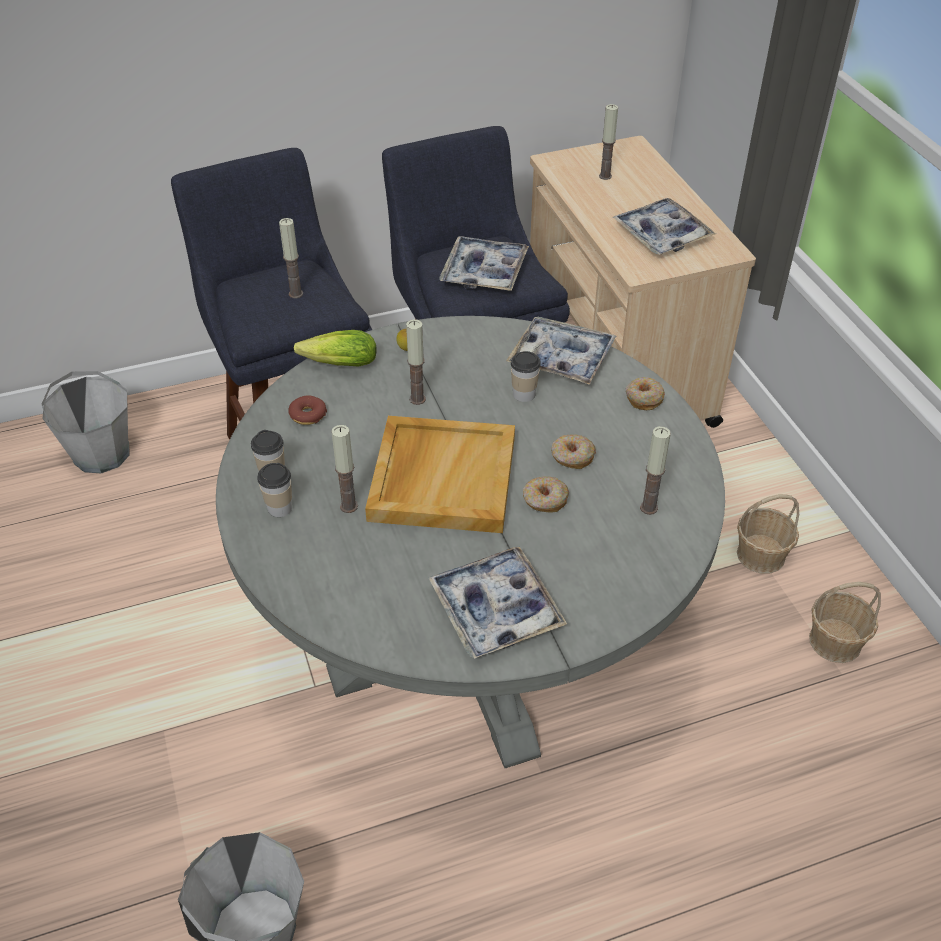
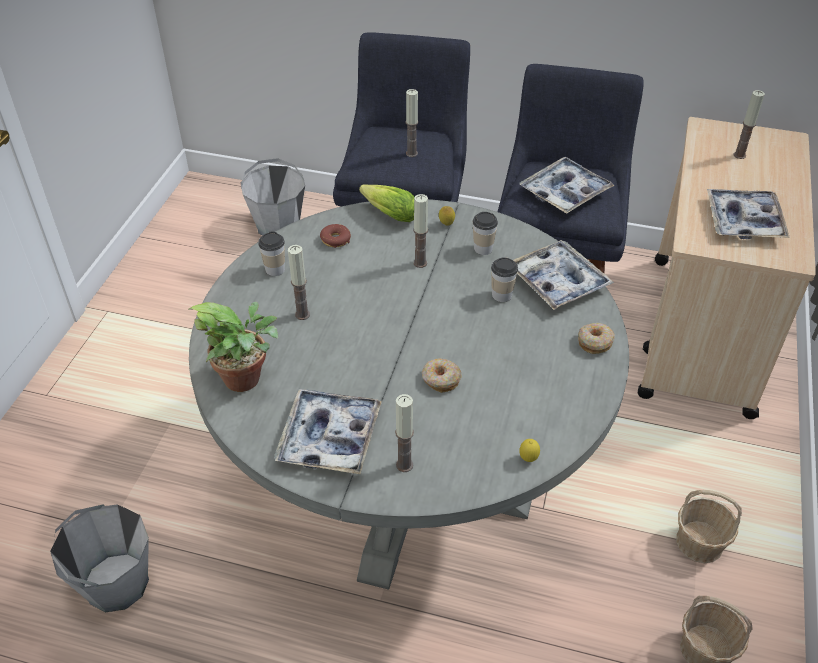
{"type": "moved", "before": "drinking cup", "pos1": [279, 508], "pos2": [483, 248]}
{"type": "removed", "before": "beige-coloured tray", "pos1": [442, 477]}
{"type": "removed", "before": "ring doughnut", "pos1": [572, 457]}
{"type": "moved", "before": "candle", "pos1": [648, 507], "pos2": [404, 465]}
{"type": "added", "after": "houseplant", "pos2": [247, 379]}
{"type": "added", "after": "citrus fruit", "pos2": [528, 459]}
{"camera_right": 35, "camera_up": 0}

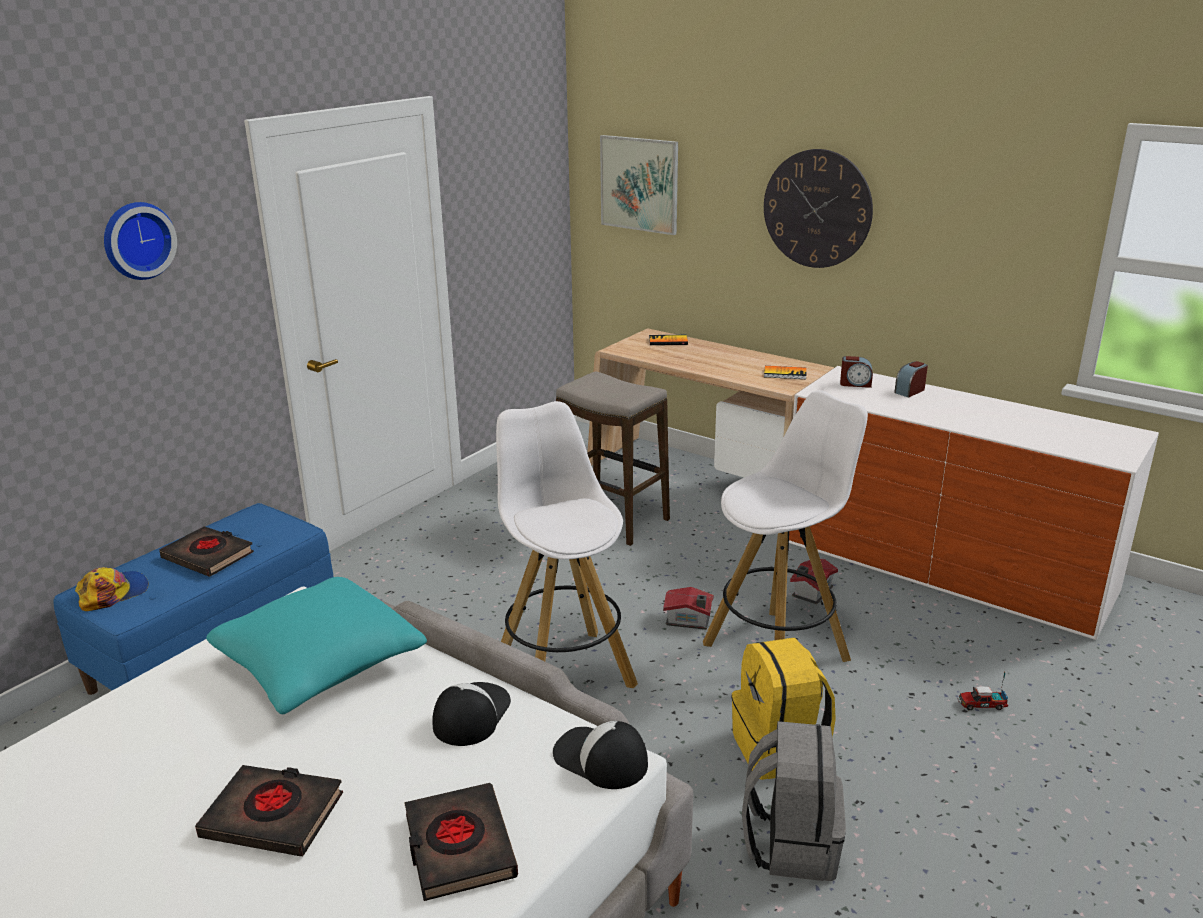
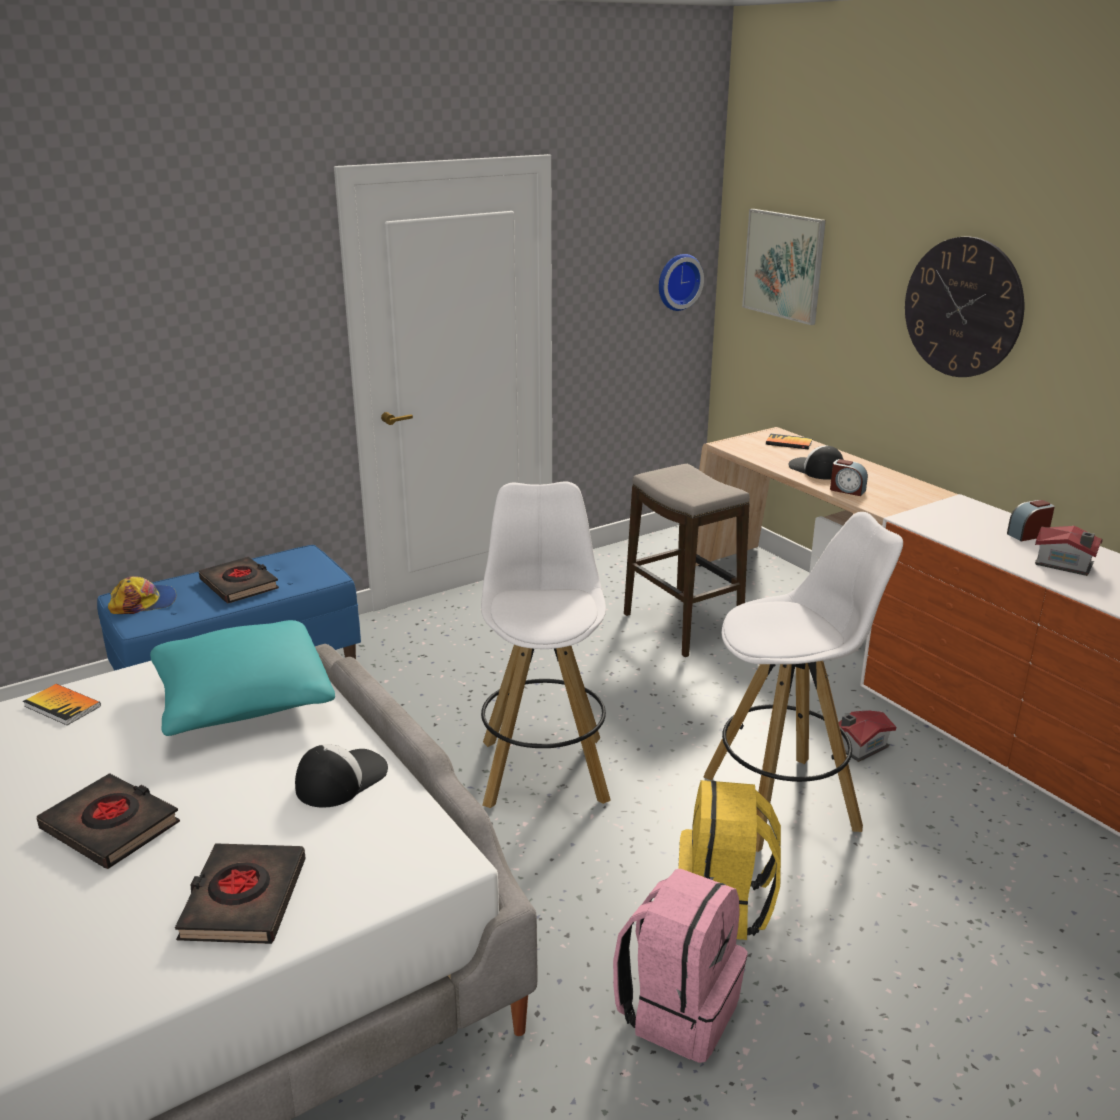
{"type": "moved", "before": "clock on the wall", "pos1": [137, 240], "pos2": [677, 281]}
{"type": "moved", "before": "peaked cap", "pos1": [600, 759], "pos2": [816, 470]}
{"type": "moved", "before": "miniature house", "pos1": [689, 620], "pos2": [1065, 565]}
{"type": "recoloured", "before": "greyish rucksack", "after": "pinkish rucksack", "pos1": [791, 844], "pos2": [678, 1010]}
{"type": "moved", "before": "book", "pos1": [785, 374], "pos2": [62, 706]}
{"type": "moved", "before": "table clock", "pos1": [855, 384], "pos2": [847, 490]}
{"type": "removed", "before": "toy lorry", "pos1": [981, 705]}
{"camera_right": 20, "camera_up": 0}

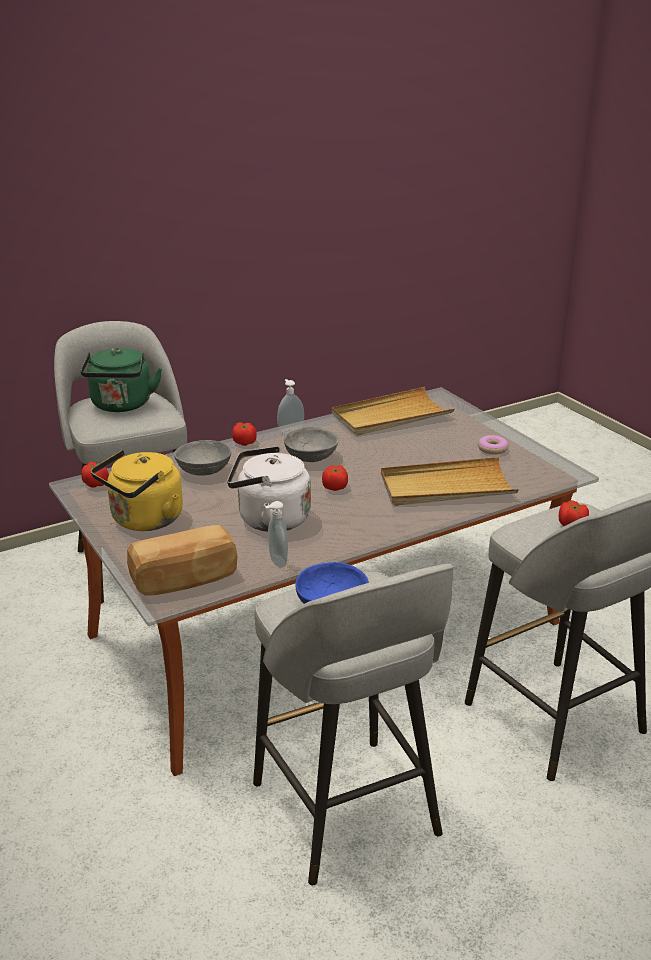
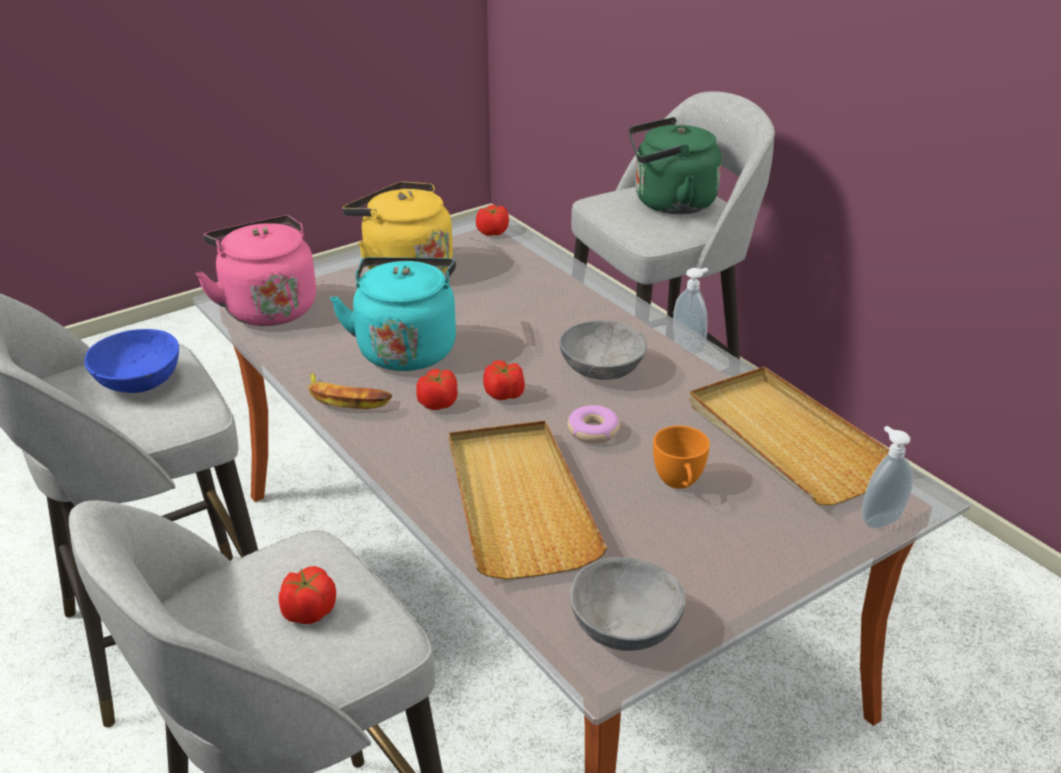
{"type": "replaced", "before": "bread", "after": "pinkish kettle", "pos1": [185, 580], "pos2": [267, 307]}
{"type": "moved", "before": "greyish bowl", "pos1": [204, 470], "pos2": [624, 627]}
{"type": "recoloured", "before": "white-coloured kettle", "after": "blue-green kettle", "pos1": [269, 519], "pos2": [406, 348]}
{"type": "moved", "before": "fresh tomato", "pos1": [244, 442], "pos2": [438, 403]}
{"type": "moved", "before": "liquid soap bottle", "pos1": [276, 562], "pos2": [879, 519]}
{"type": "moved", "before": "ring doughnut", "pos1": [492, 449], "pos2": [593, 431]}
{"type": "added", "after": "banana fruit", "pos2": [347, 398]}
{"type": "added", "after": "orange drinking cup", "pos2": [679, 483]}
{"camera_right": 85, "camera_up": 5}

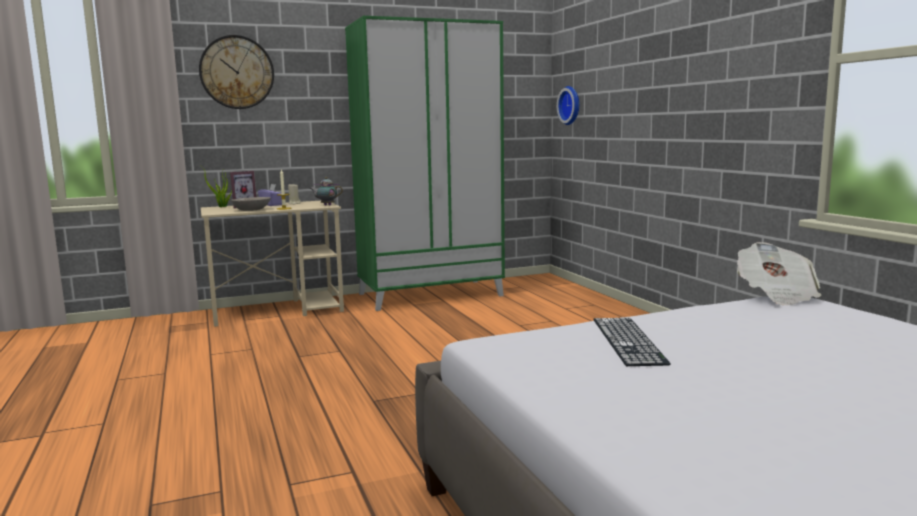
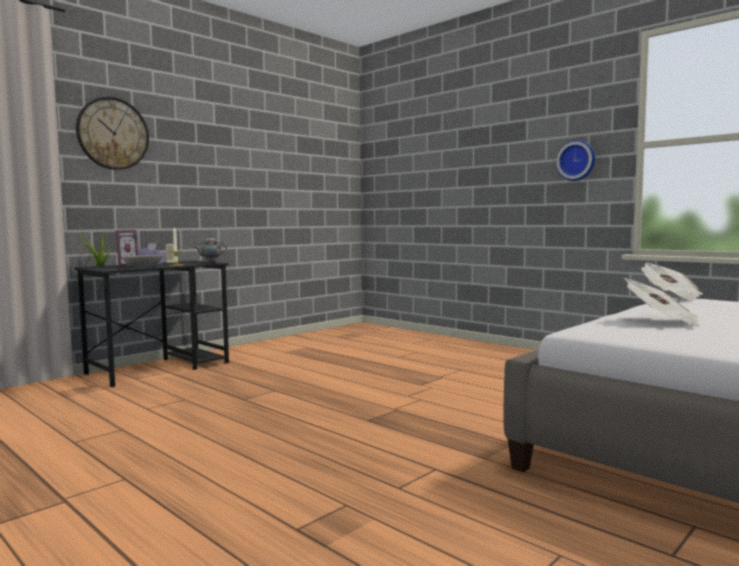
{"type": "recoloured", "before": "beige-coloured desk unit", "after": "black desk unit", "pos1": [278, 310], "pos2": [160, 368]}
{"type": "removed", "before": "green wardrobe", "pos1": [431, 294]}
{"type": "moved", "before": "clock on the wall", "pos1": [571, 105], "pos2": [577, 160]}
{"type": "replaced", "before": "keyboard", "after": "daily paper", "pos1": [628, 340], "pos2": [662, 322]}
{"camera_right": -25, "camera_up": -5}

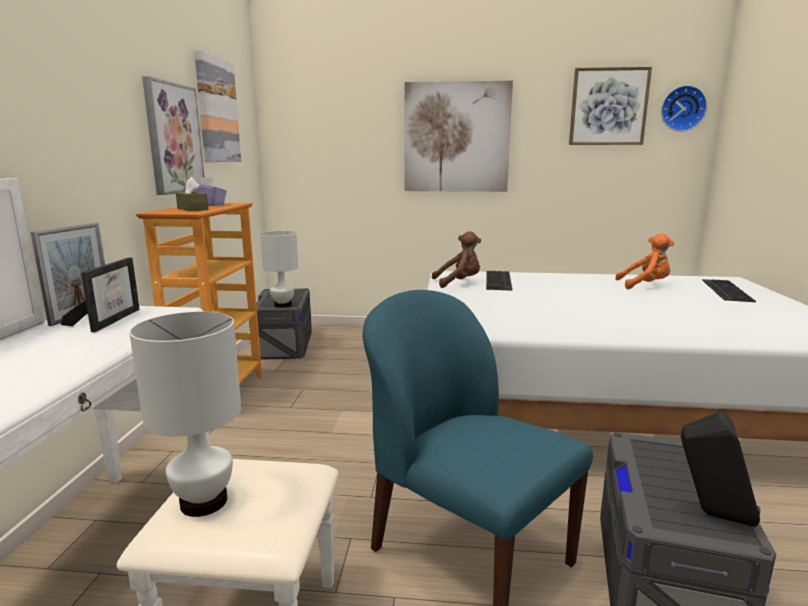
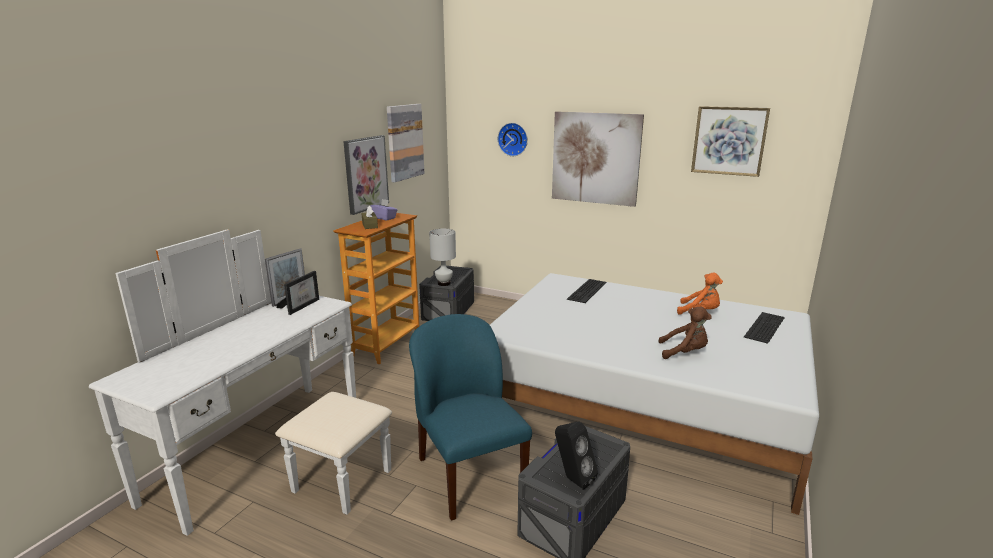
{"type": "removed", "before": "white-coloured table lamp", "pos1": [205, 502]}
{"type": "moved", "before": "brown soft toy", "pos1": [459, 283], "pos2": [684, 352]}
{"type": "moved", "before": "clock on the wall", "pos1": [682, 109], "pos2": [513, 139]}
{"camera_right": 20, "camera_up": 5}

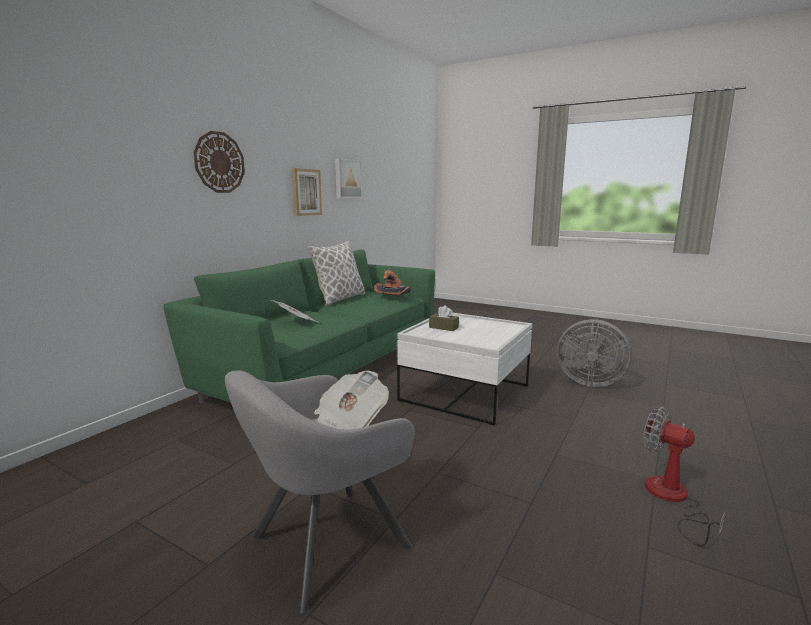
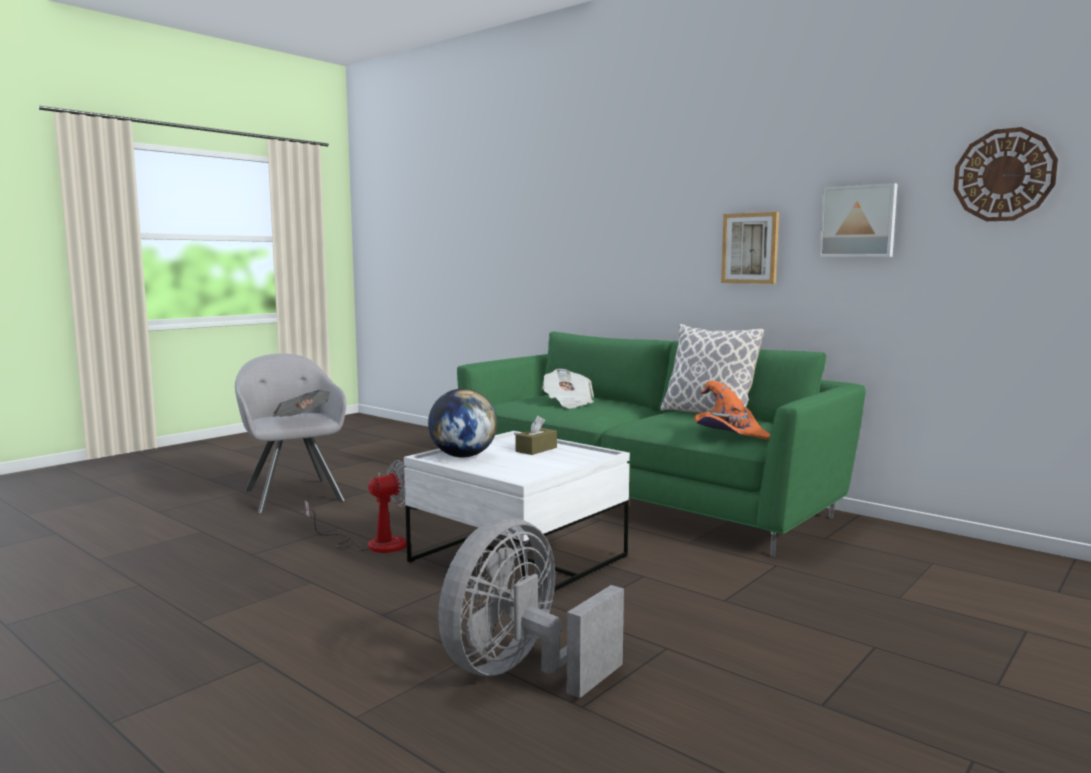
{"type": "moved", "before": "clock on the wall", "pos1": [219, 162], "pos2": [1004, 175]}
{"type": "moved", "before": "cooling fan", "pos1": [672, 499], "pos2": [374, 544]}
{"type": "added", "after": "globe", "pos2": [463, 456]}
{"camera_right": 100, "camera_up": -5}

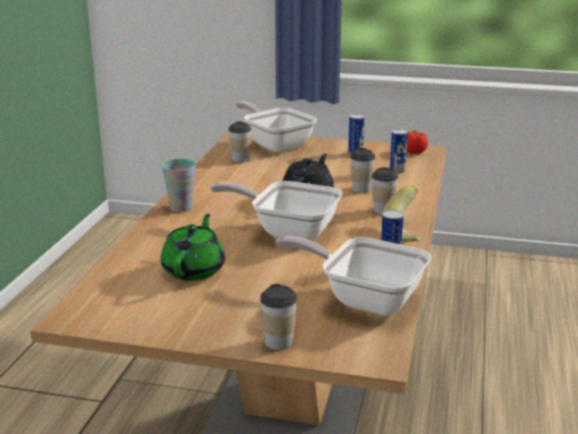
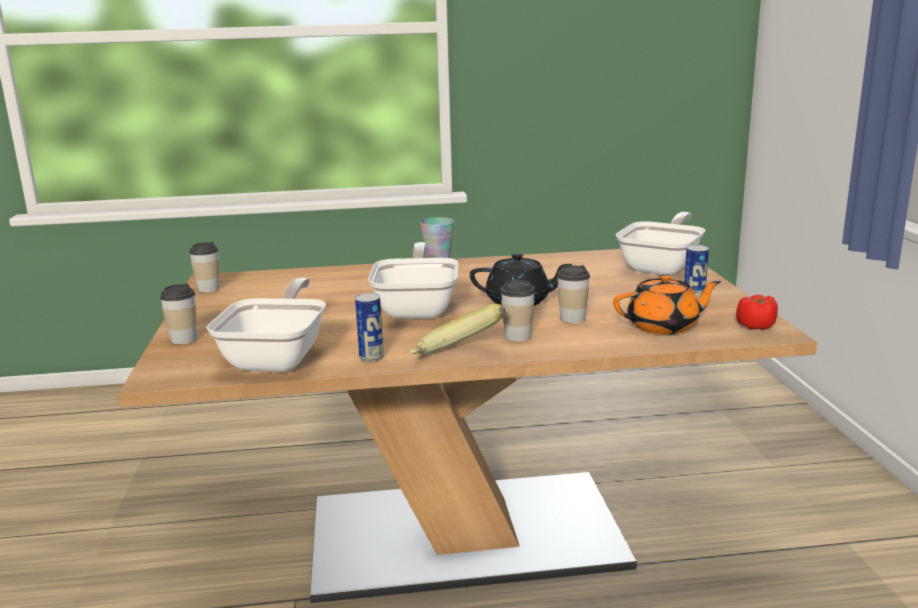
{"type": "removed", "before": "green pot for tea", "pos1": [194, 270]}
{"type": "moved", "before": "drinking cup", "pos1": [240, 159], "pos2": [208, 289]}
{"type": "replaced", "before": "sealed can", "after": "orange pot for tea", "pos1": [397, 170], "pos2": [664, 327]}
{"camera_right": 70, "camera_up": -5}

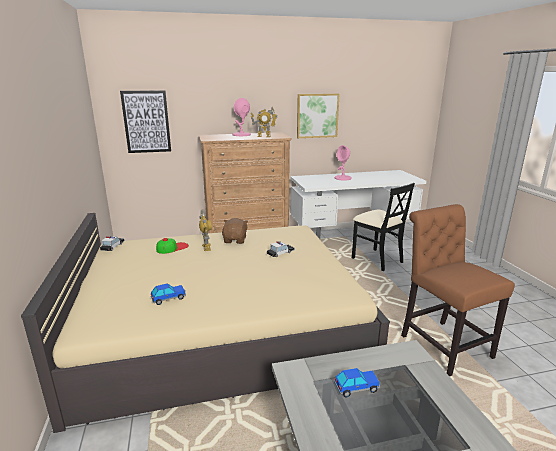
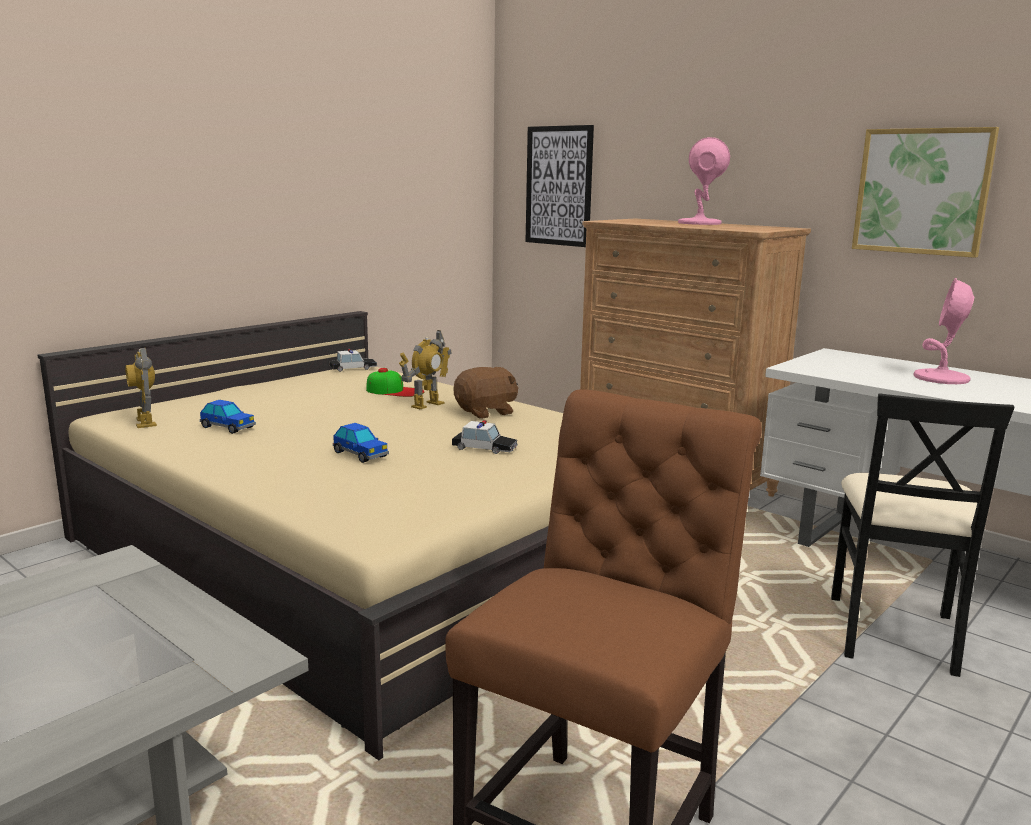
{"type": "moved", "before": "toy robot", "pos1": [264, 136], "pos2": [145, 422]}
{"type": "moved", "before": "toy car", "pos1": [356, 388], "pos2": [360, 455]}
{"camera_right": 55, "camera_up": -5}

